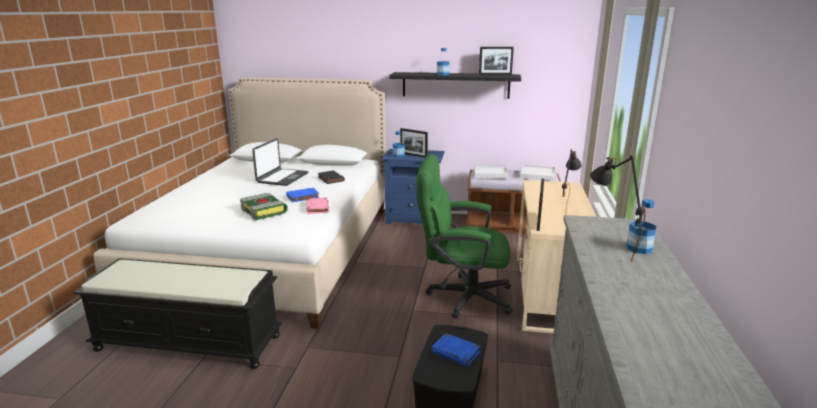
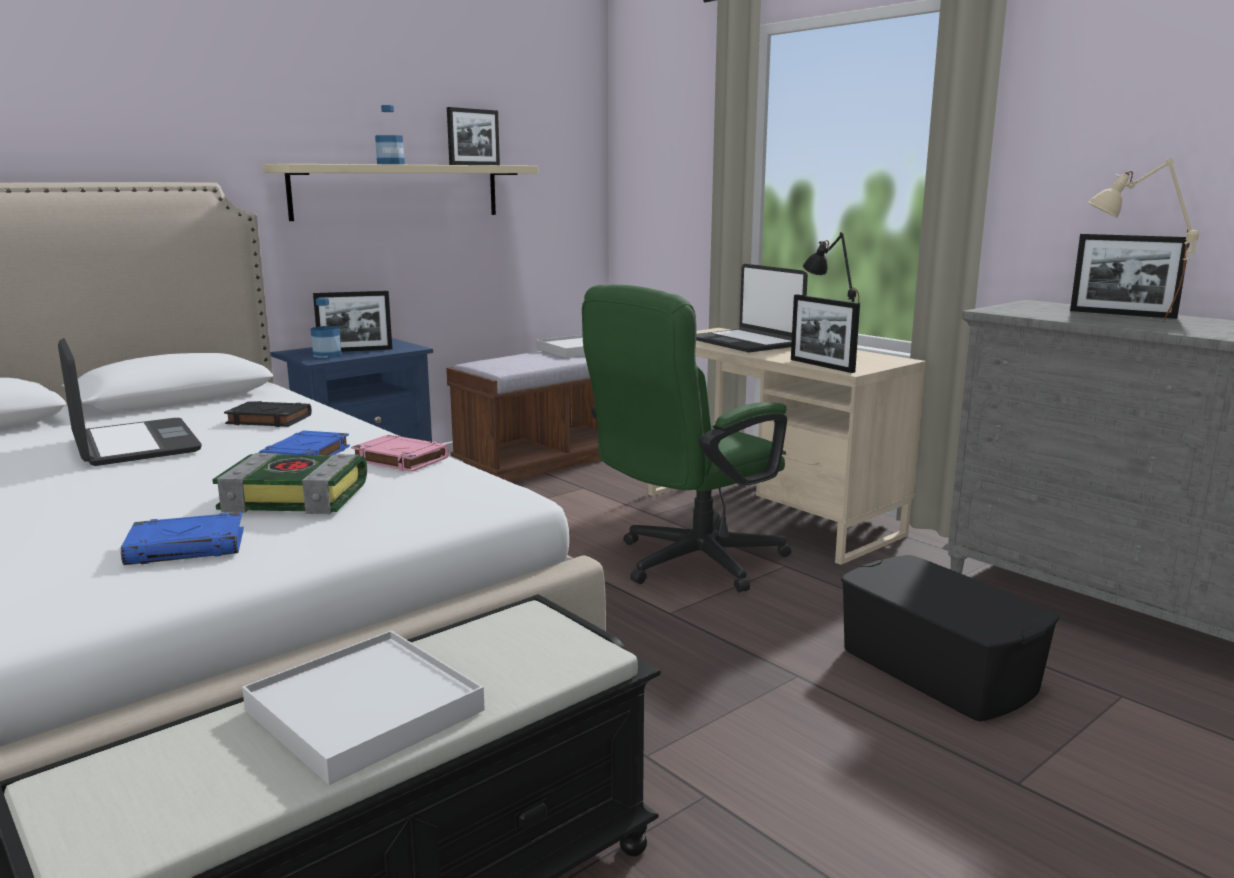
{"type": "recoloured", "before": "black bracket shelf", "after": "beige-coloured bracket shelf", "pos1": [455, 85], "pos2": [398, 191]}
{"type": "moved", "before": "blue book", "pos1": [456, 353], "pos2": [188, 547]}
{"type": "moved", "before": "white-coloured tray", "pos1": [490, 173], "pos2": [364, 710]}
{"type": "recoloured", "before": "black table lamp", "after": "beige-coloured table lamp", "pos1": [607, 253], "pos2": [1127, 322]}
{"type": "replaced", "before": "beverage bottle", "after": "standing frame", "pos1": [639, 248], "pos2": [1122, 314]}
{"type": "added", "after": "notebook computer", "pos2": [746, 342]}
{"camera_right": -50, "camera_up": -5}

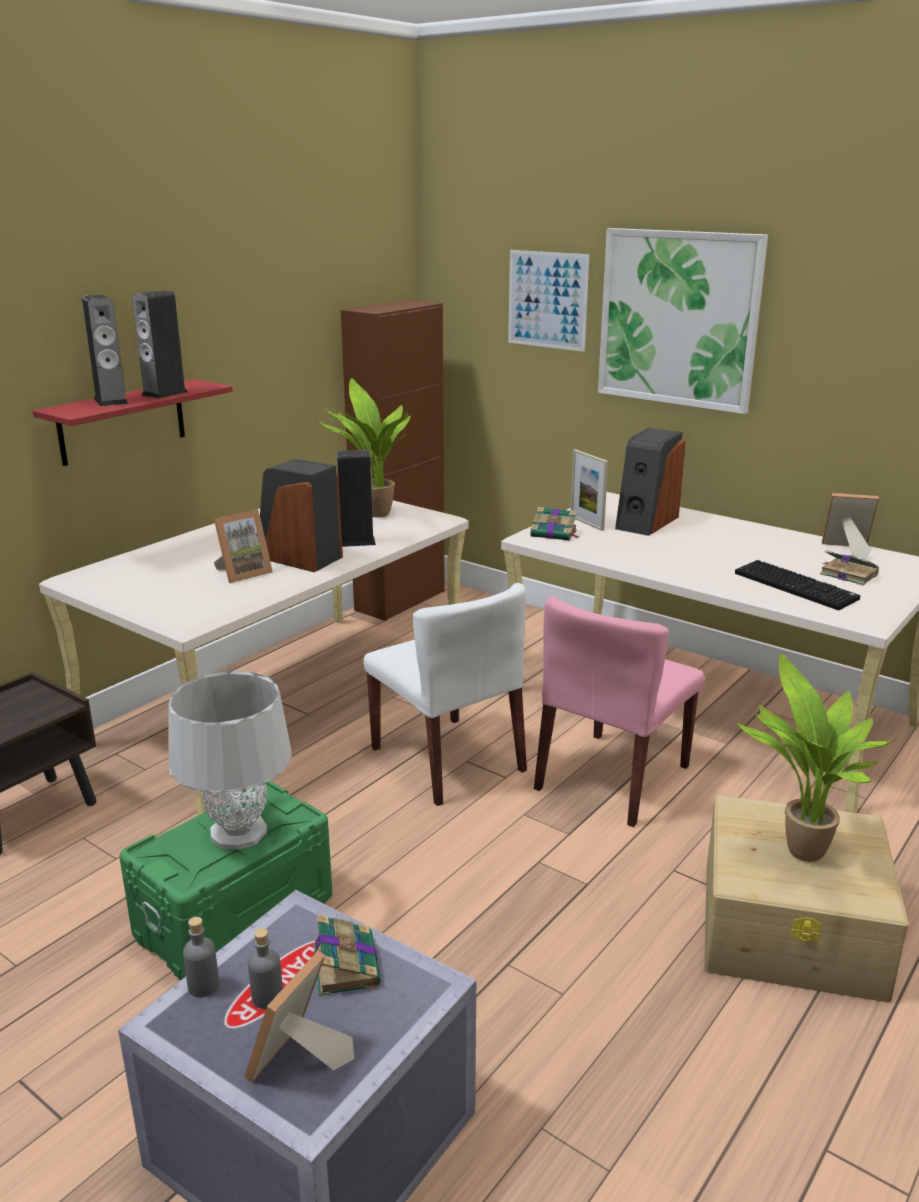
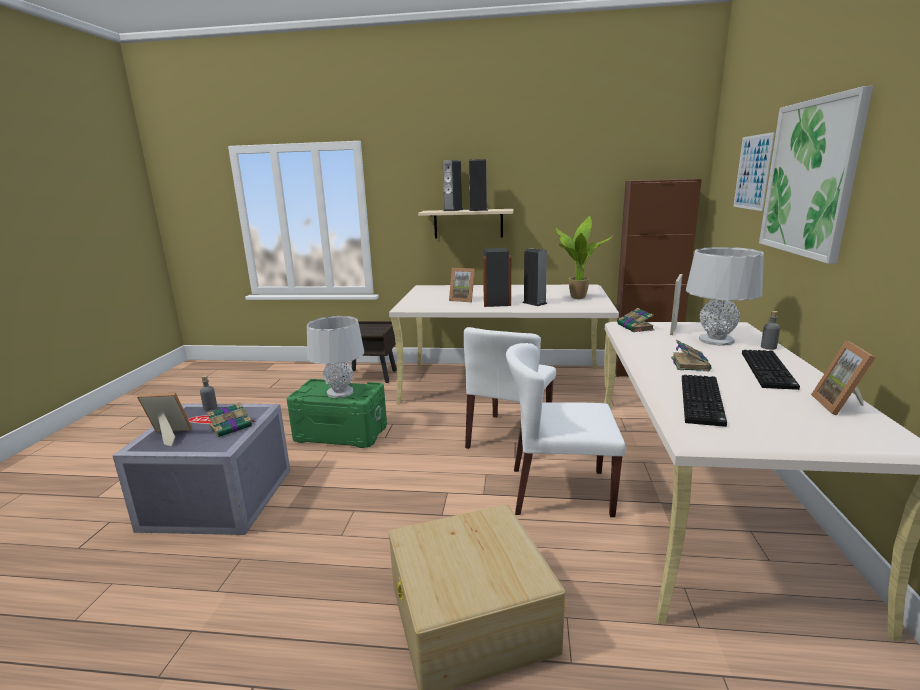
{"type": "recoloured", "before": "red bracket shelf", "after": "beige-coloured bracket shelf", "pos1": [122, 422], "pos2": [468, 223]}
{"type": "moved", "before": "greyish beverage bottle", "pos1": [267, 997], "pos2": [768, 347]}
{"type": "recoloured", "before": "pinkish upright chair", "after": "white-coloured upright chair", "pos1": [612, 778], "pos2": [559, 491]}
{"type": "replaced", "before": "speaker", "after": "greyish table lamp", "pos1": [646, 522], "pos2": [716, 340]}
{"type": "removed", "before": "houseplant", "pos1": [799, 853]}
{"type": "moved", "before": "book", "pos1": [847, 574], "pos2": [689, 364]}
{"type": "turned", "before": "standing frame", "pos1": [846, 550], "pos2": [842, 406], "turn": -150}
{"type": "added", "after": "keyboard", "pos2": [769, 371]}
{"camera_right": 60, "camera_up": -5}

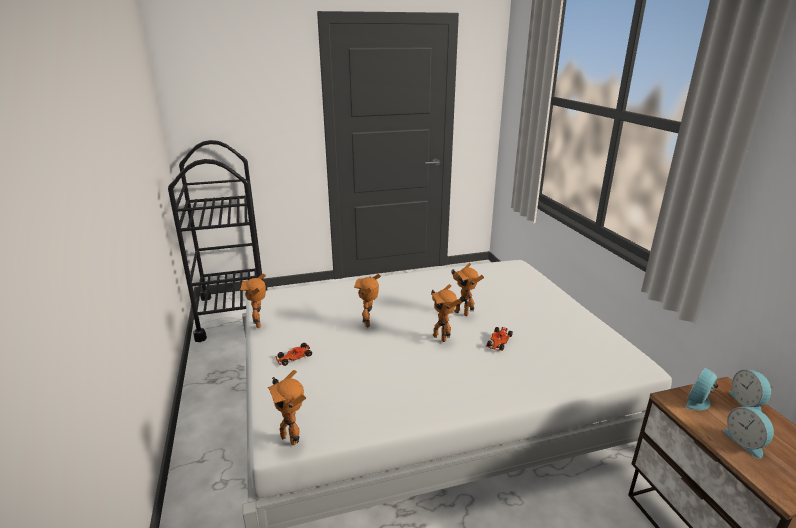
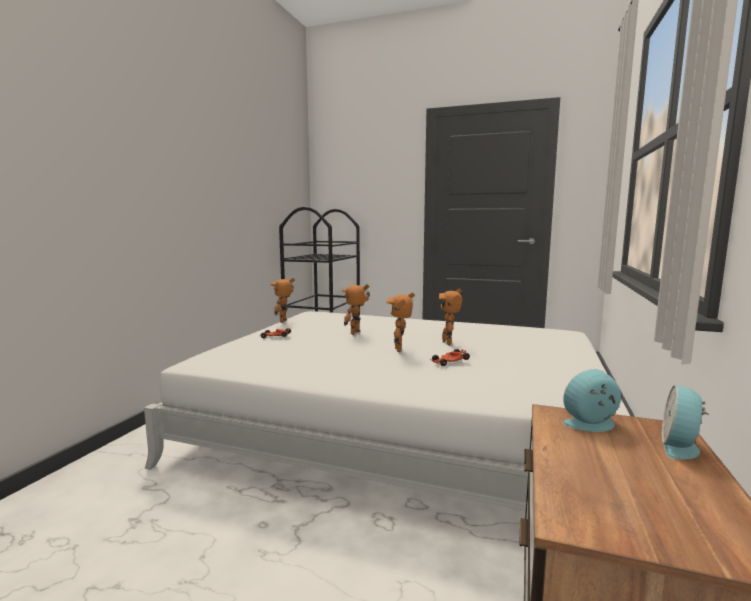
{"type": "removed", "before": "toy robot", "pos1": [291, 438]}
{"type": "removed", "before": "table clock", "pos1": [746, 442]}
{"camera_right": 35, "camera_up": -15}

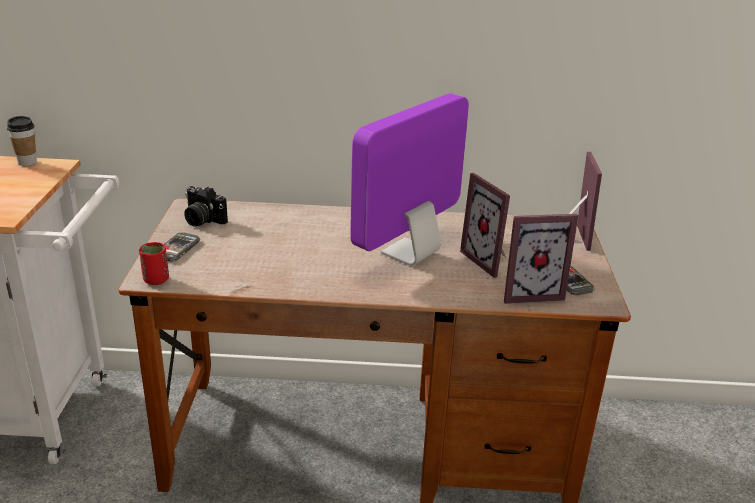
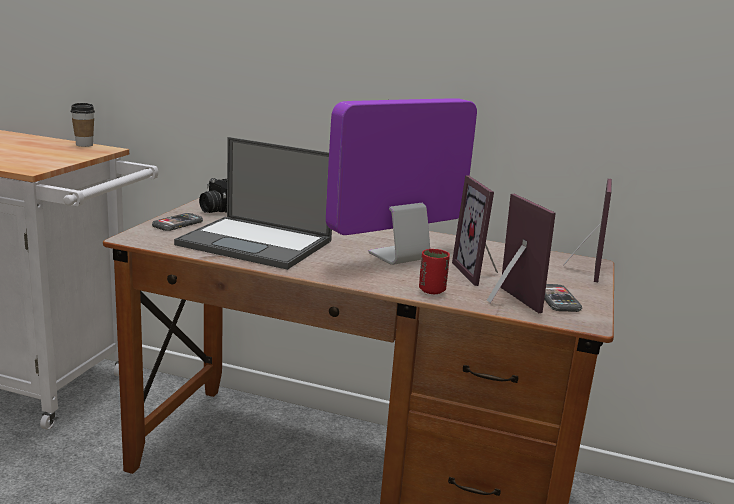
{"type": "moved", "before": "red drinking cup", "pos1": [156, 280], "pos2": [431, 290]}
{"type": "turned", "before": "standing frame", "pos1": [529, 292], "pos2": [505, 301], "turn": -120}
{"type": "added", "after": "notebook computer", "pos2": [257, 243]}
{"camera_right": 15, "camera_up": -10}

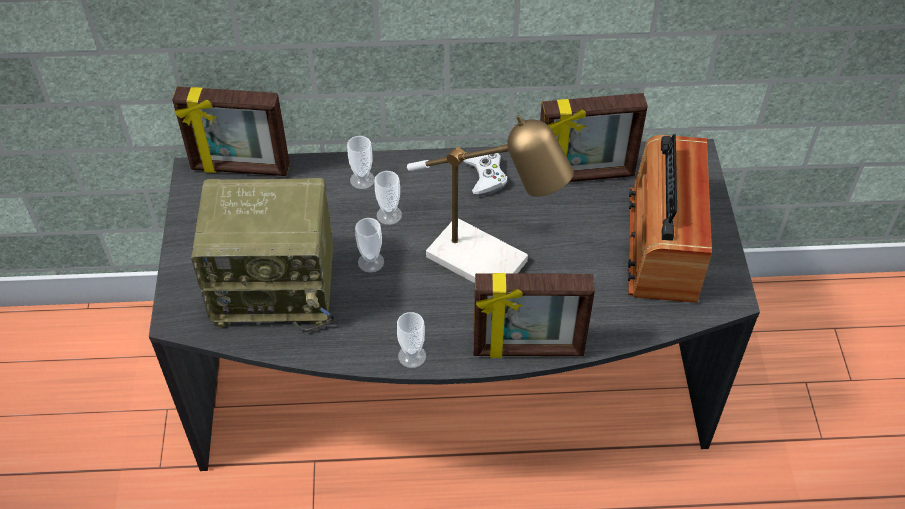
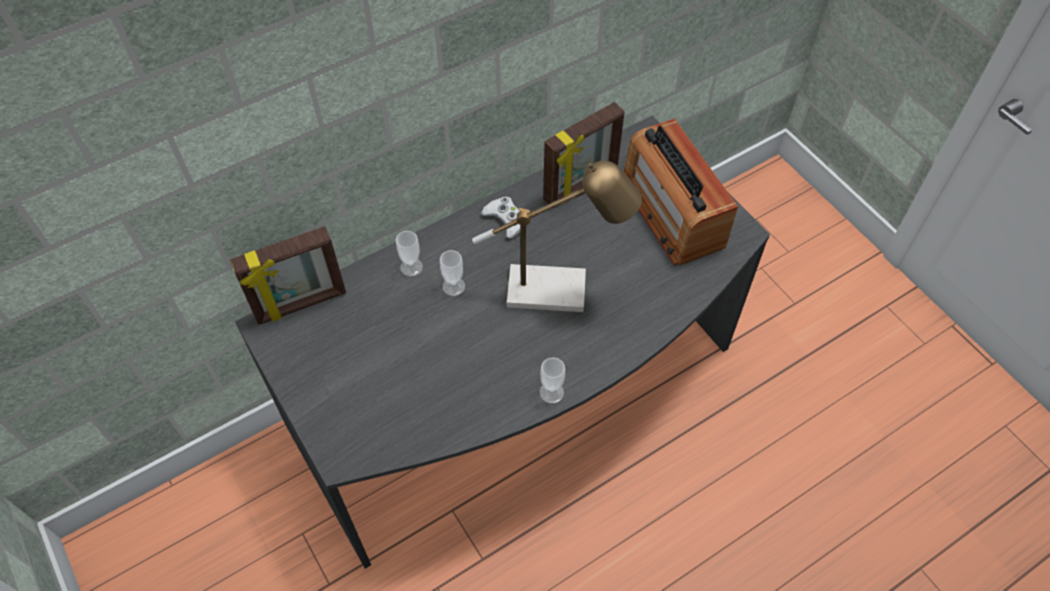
{"type": "removed", "before": "radio", "pos1": [277, 286]}
{"type": "removed", "before": "drinking cup", "pos1": [371, 262]}
{"type": "removed", "before": "standing frame", "pos1": [528, 350]}
{"camera_right": -30, "camera_up": 5}

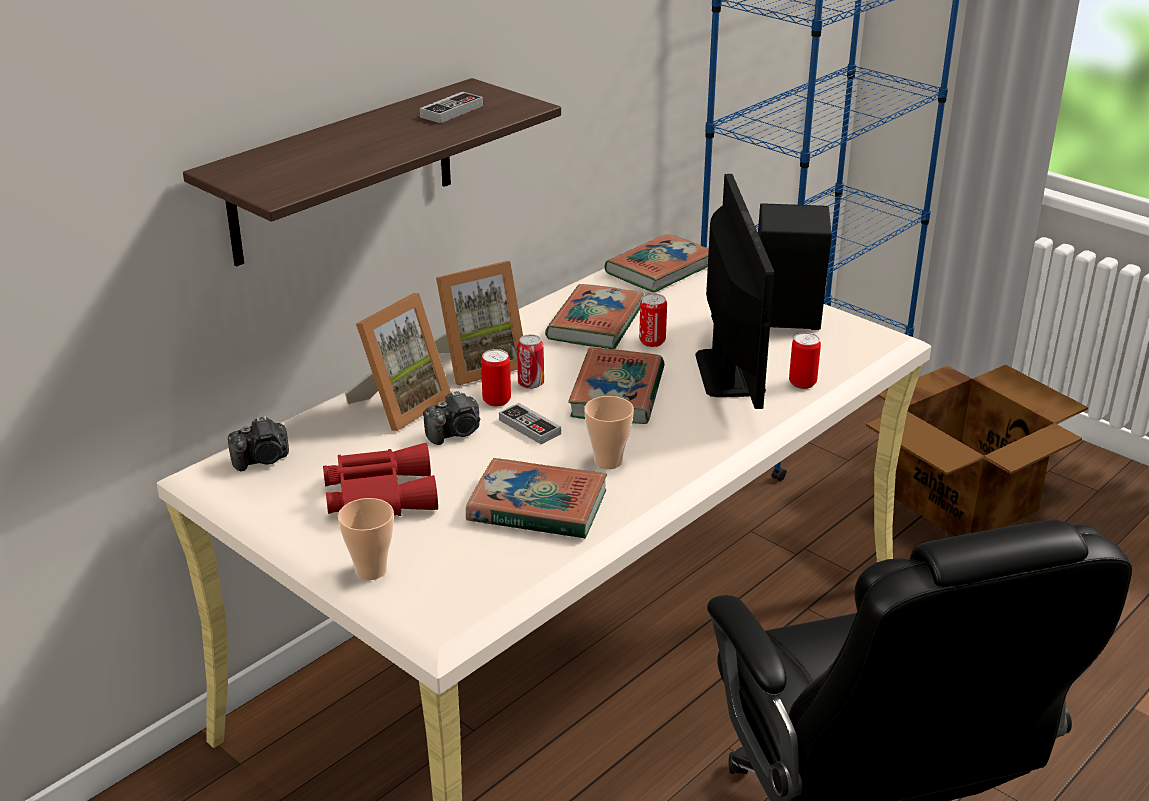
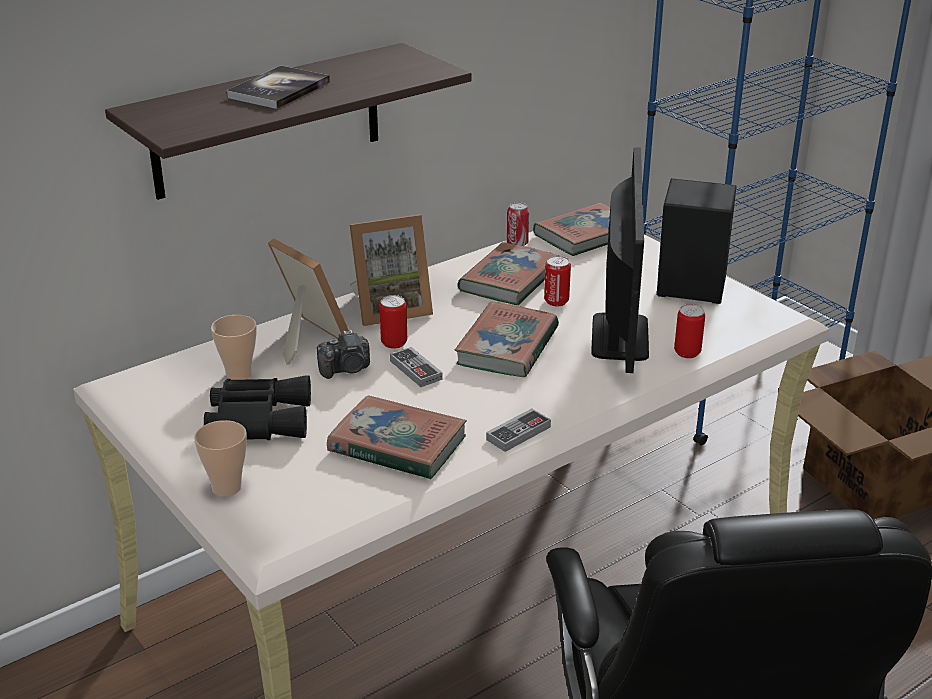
{"type": "removed", "before": "still camera", "pos1": [263, 460]}
{"type": "recoloured", "before": "red binoculars", "after": "black binoculars", "pos1": [378, 494], "pos2": [258, 418]}
{"type": "turned", "before": "standing frame", "pos1": [400, 405], "pos2": [305, 339], "turn": -90}
{"type": "moved", "before": "game controller", "pos1": [451, 111], "pos2": [518, 433]}
{"type": "moved", "before": "sealed can", "pos1": [531, 384], "pos2": [517, 244]}
{"type": "moved", "before": "drinking cup", "pos1": [608, 461], "pos2": [239, 374]}
{"type": "added", "after": "book", "pos2": [279, 90]}
{"camera_right": 10, "camera_up": 0}

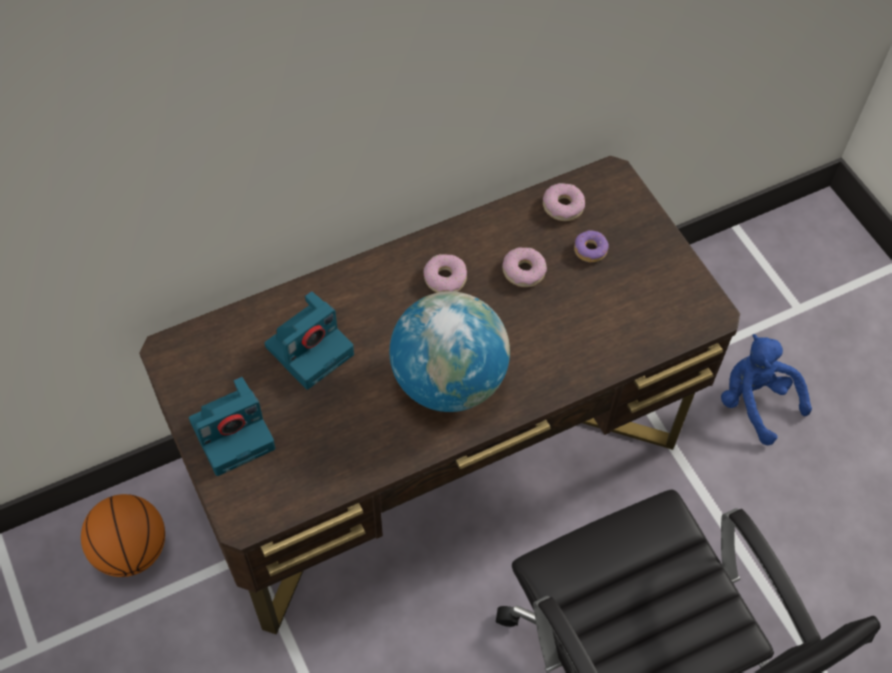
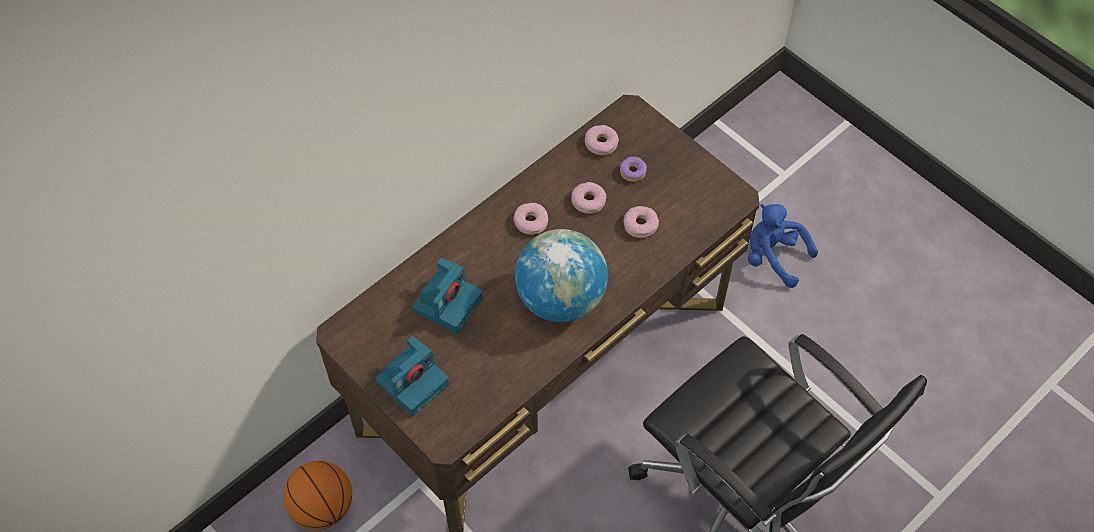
{"type": "added", "after": "ring doughnut", "pos2": [640, 225]}
{"camera_right": -15, "camera_up": 0}

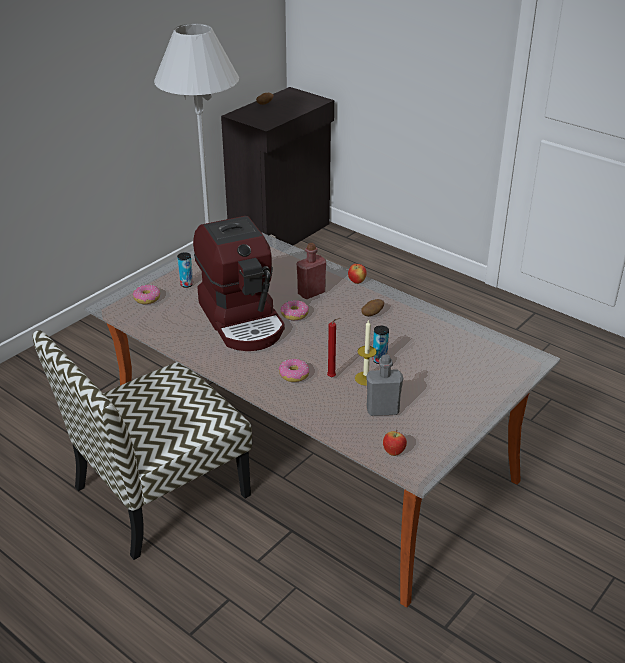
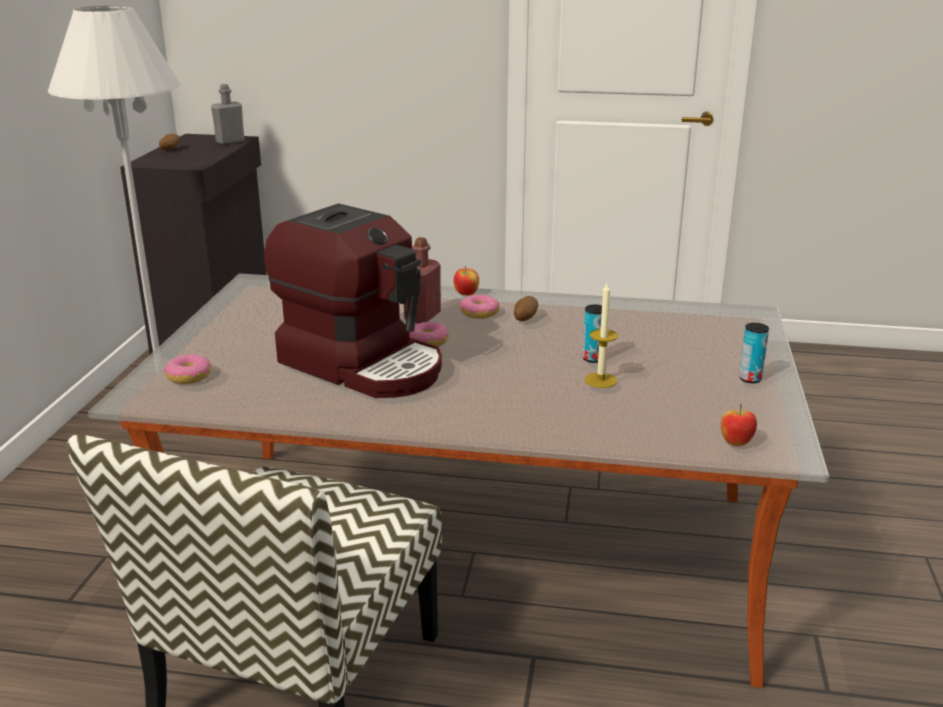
{"type": "moved", "before": "sealed can", "pos1": [186, 284], "pos2": [750, 379]}
{"type": "moved", "before": "ring doughnut", "pos1": [293, 375], "pos2": [479, 313]}
{"type": "removed", "before": "red candle", "pos1": [333, 377]}
{"type": "moved", "before": "greyish beverage bottle", "pos1": [382, 410], "pos2": [230, 142]}
{"camera_right": -30, "camera_up": -10}

